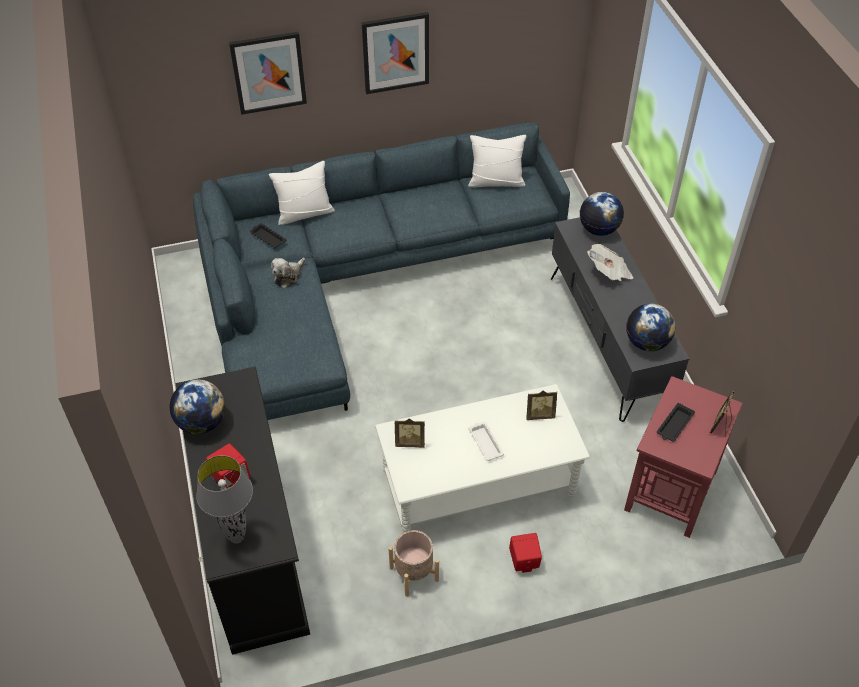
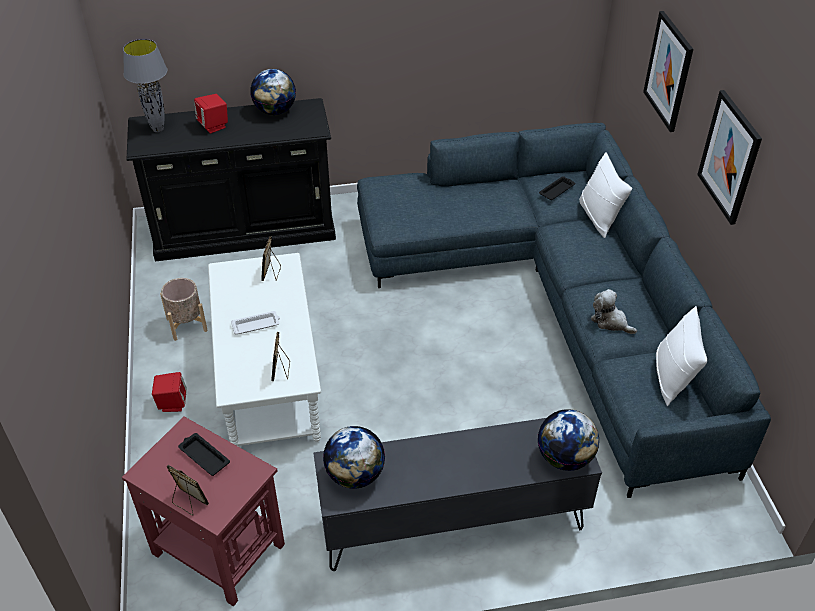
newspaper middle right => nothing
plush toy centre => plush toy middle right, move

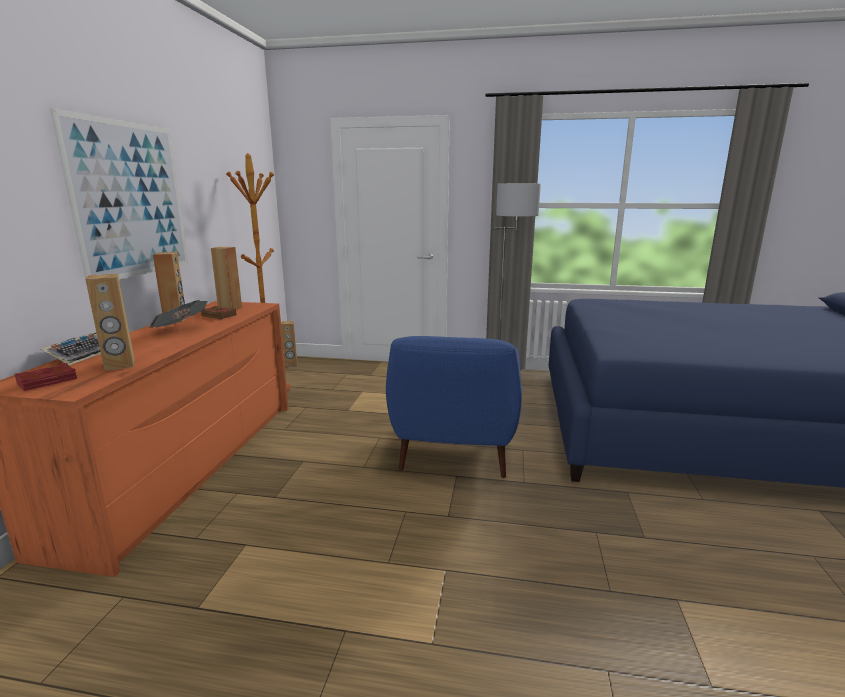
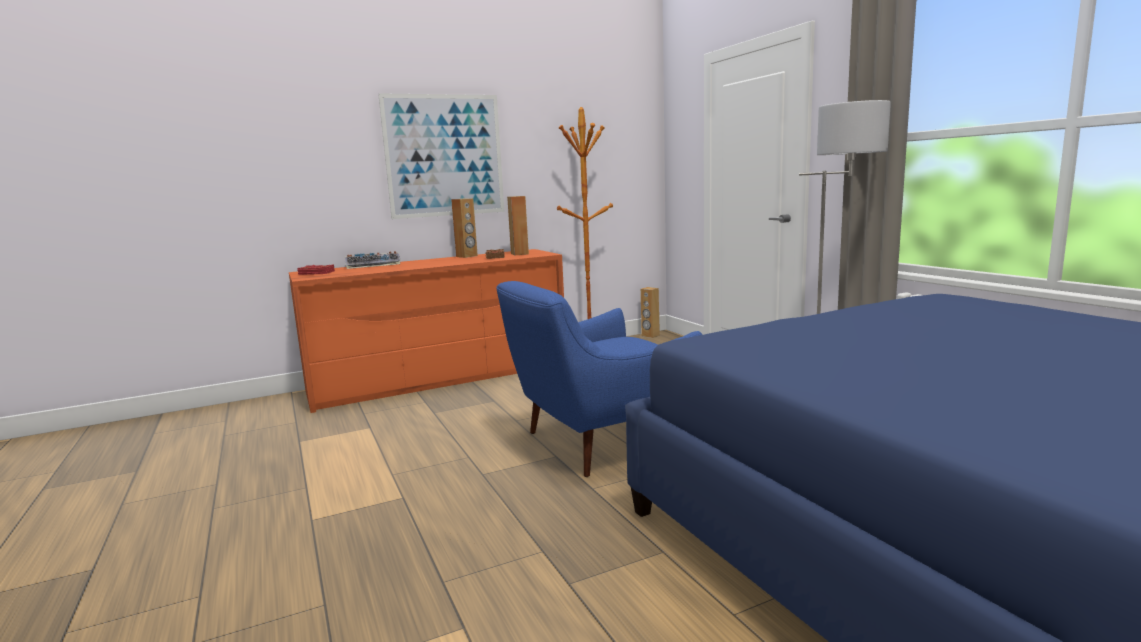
brown speaker (1st from left) middle left => nothing
newspaper middle left => nothing

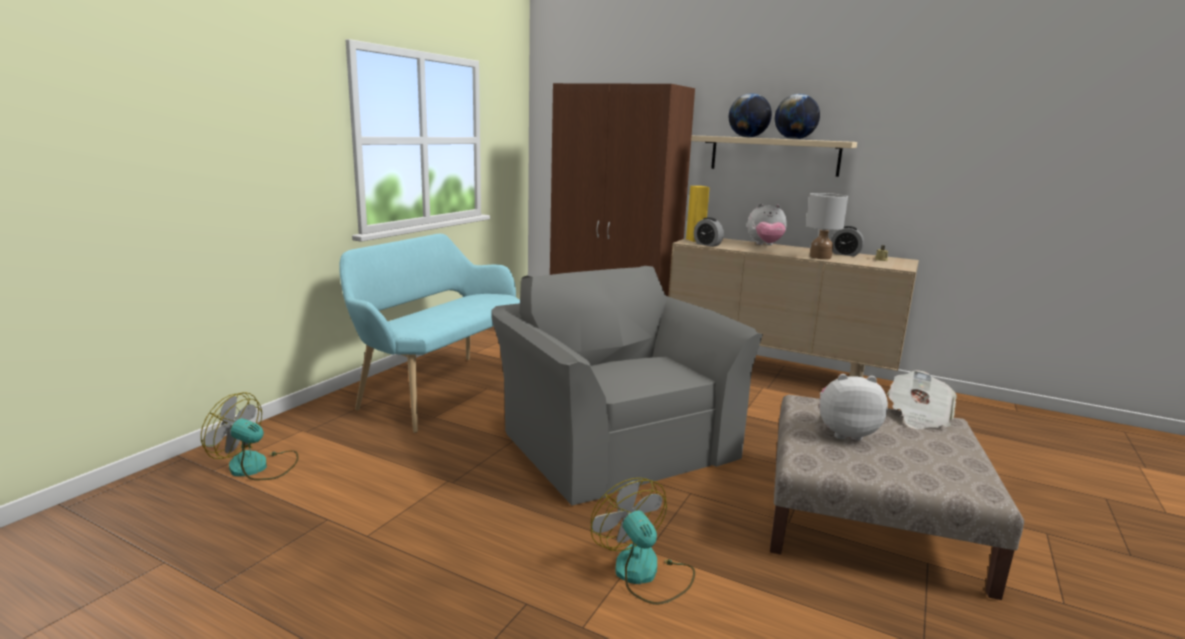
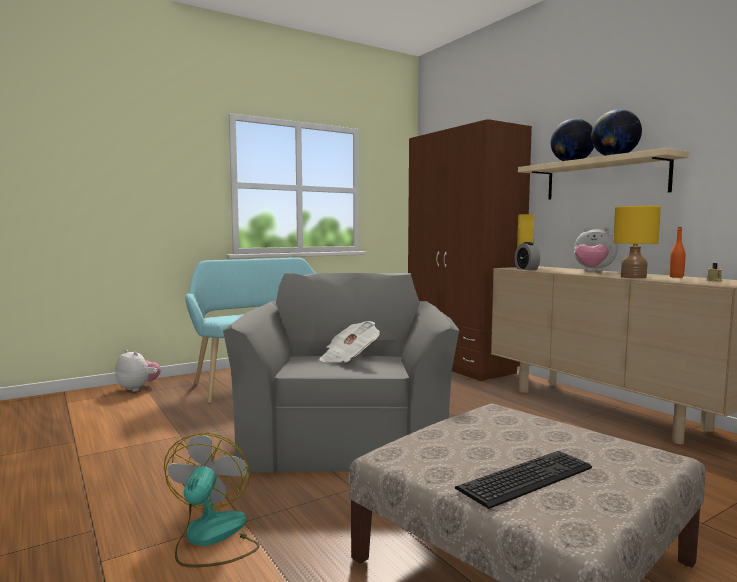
fan (1st from left) bottom left => nothing
nothing => keyboard bottom right
plush toy (2nd from left in the first image) middle right => plush toy (1st from left) middle left, move
newspaper middle right => newspaper centre, move
alarm clock (2nd from left) middle right => orange bottle middle right
grey table lamp middle right => yellow table lamp middle right

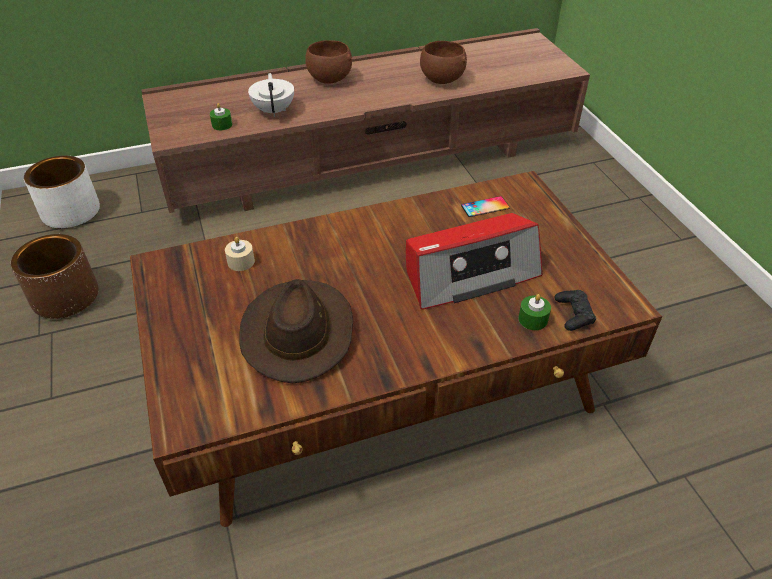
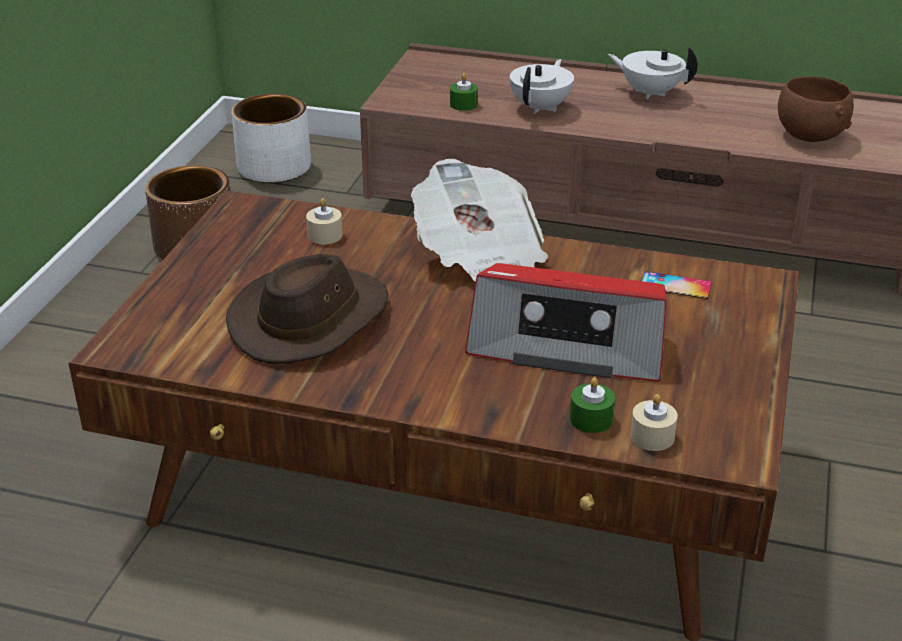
nothing => newspaper centre
brown bowl (1st from left) top centre => white teapot (2nd from left) top right
black game controller middle right => beige candle (2nd from left) middle right

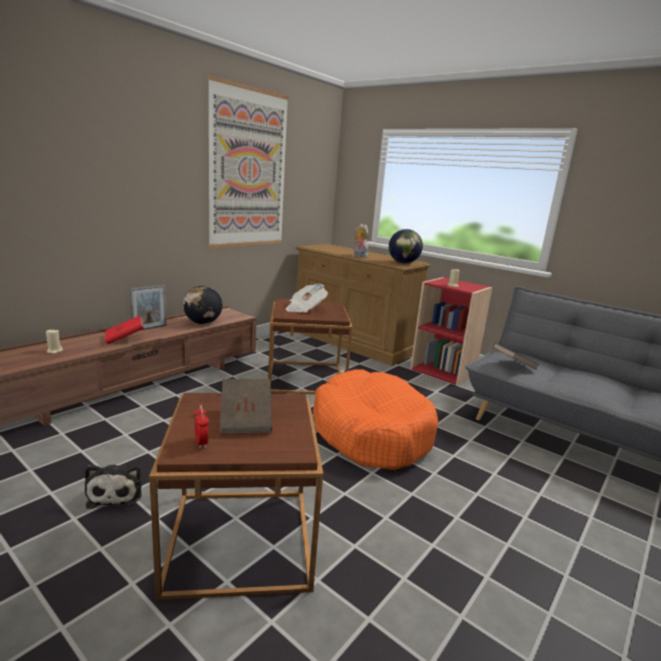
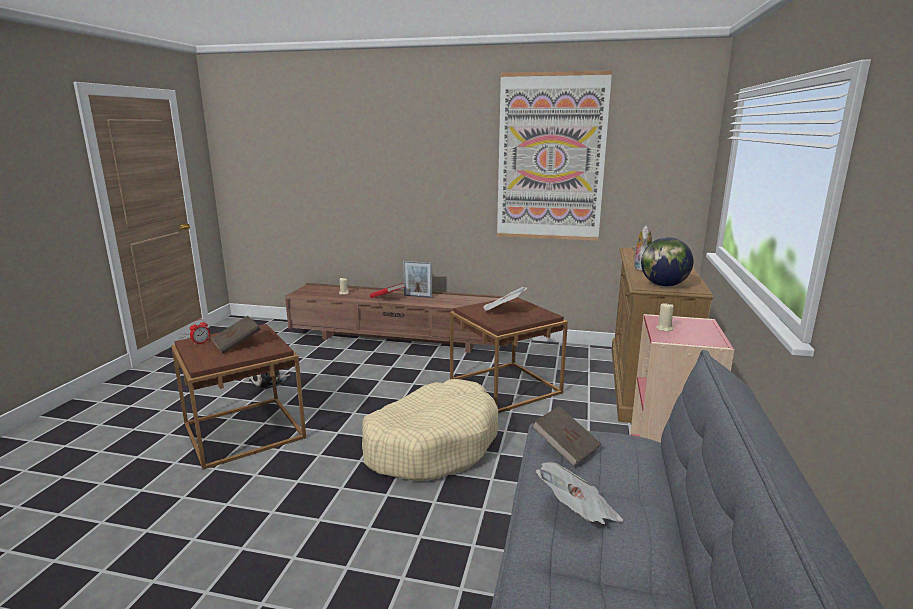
globe (1st from left) middle left => nothing
nothing => newspaper (2nd from left) bottom centre
orange dog bed centre => beige dog bed bottom centre

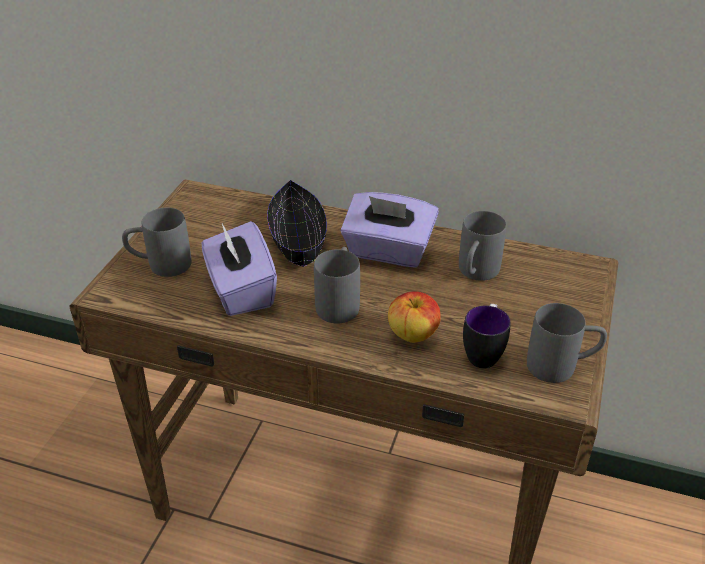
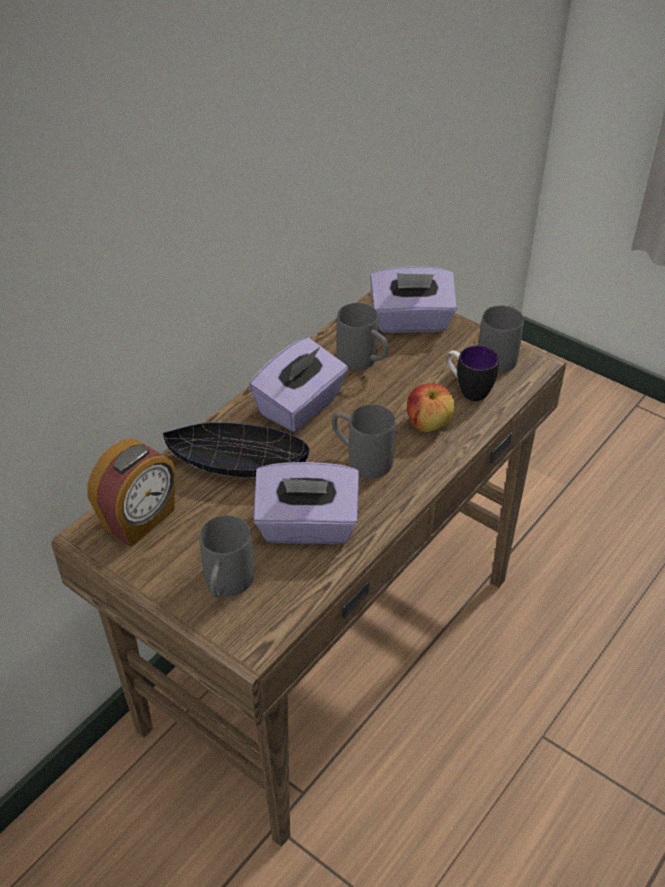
nothing => alarm clock middle left
nothing => purple tissue box (3rd from left) centre

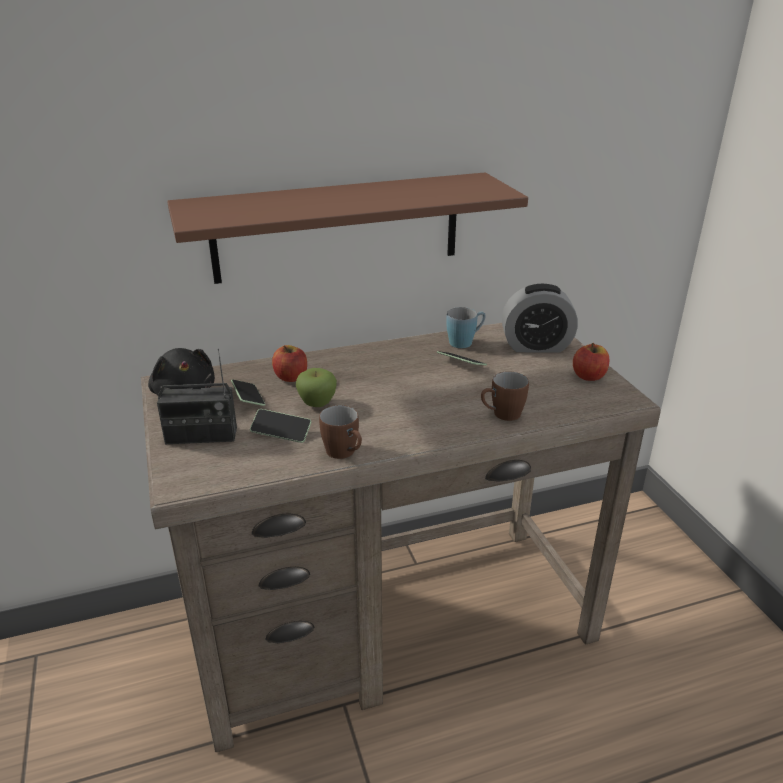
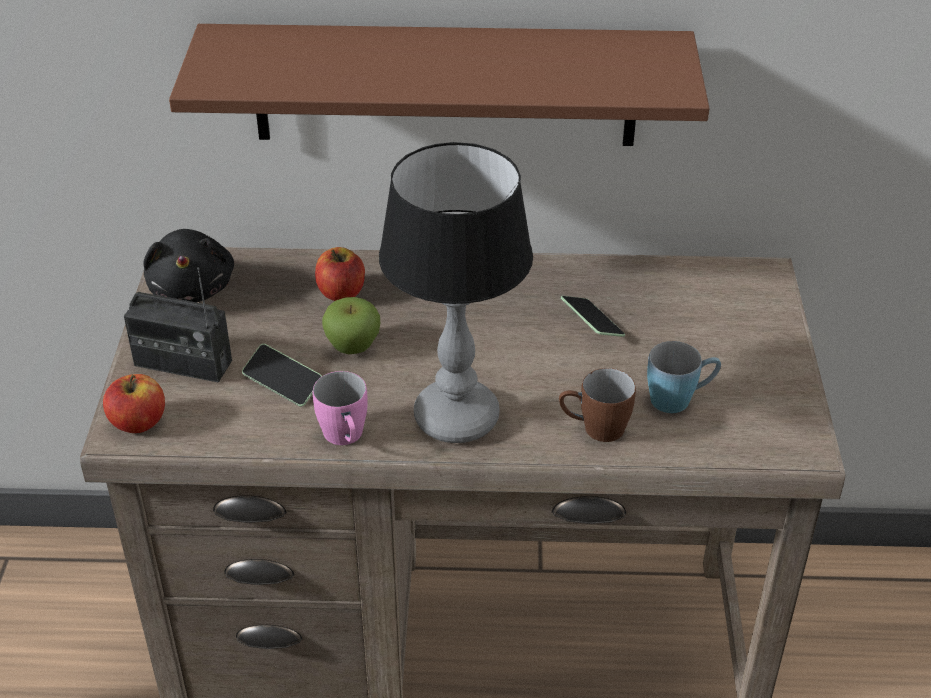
phone (1st from left) middle left => nothing
alarm clock middle right => nothing
nothing => table lamp centre
blue mug centre => blue mug middle right, move
apple (3rd from left in the first image) middle right => apple (1st from left) middle left, move
brown mug (1st from left) centre => pink mug centre

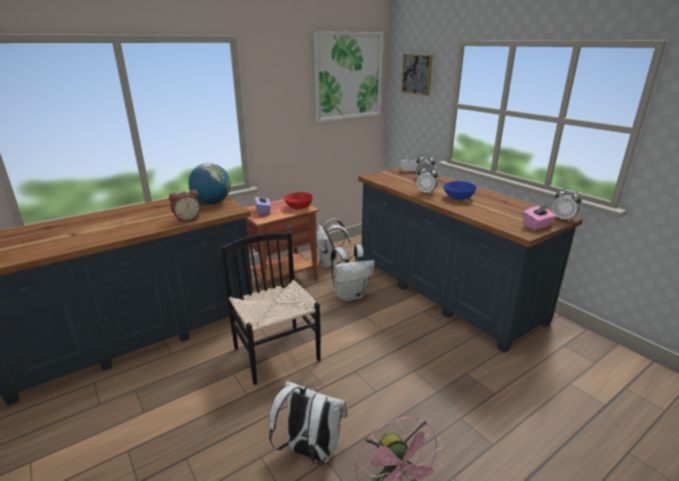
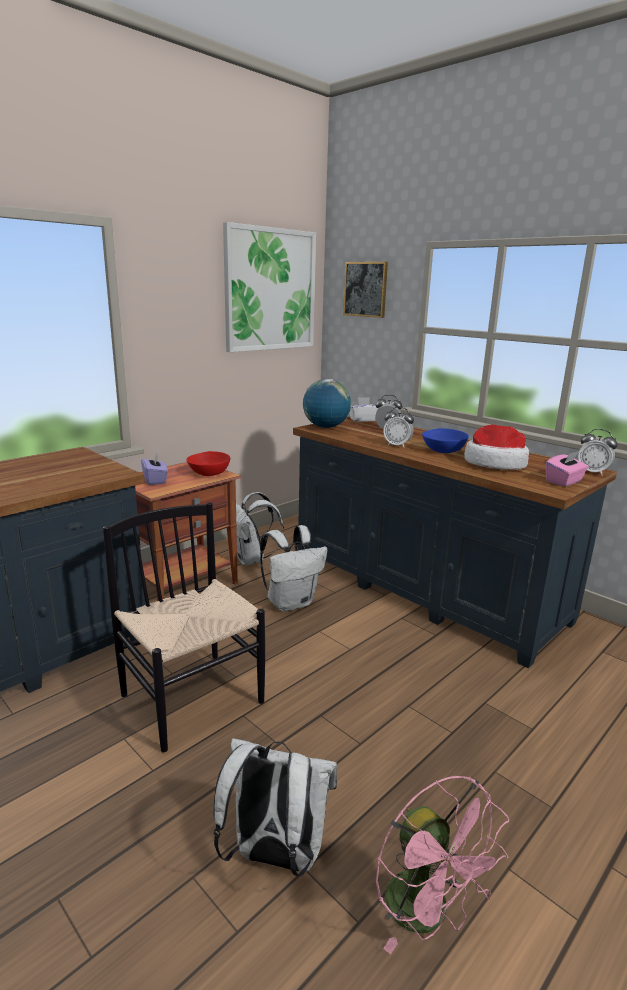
alarm clock (1st from left) middle left => nothing
nothing => hat middle right
globe middle left => globe centre, move

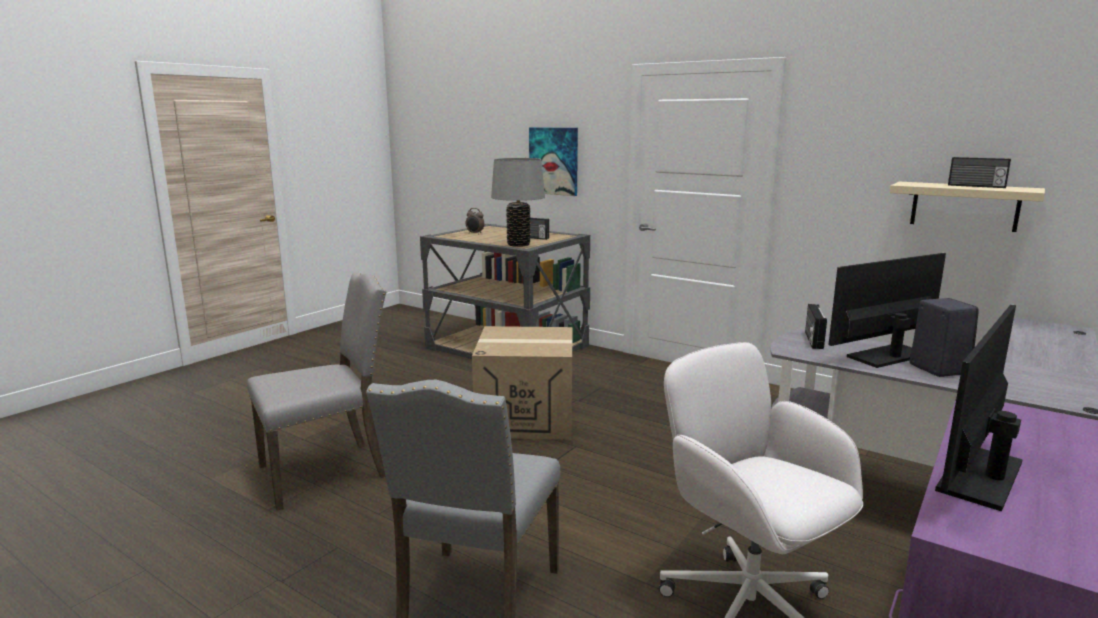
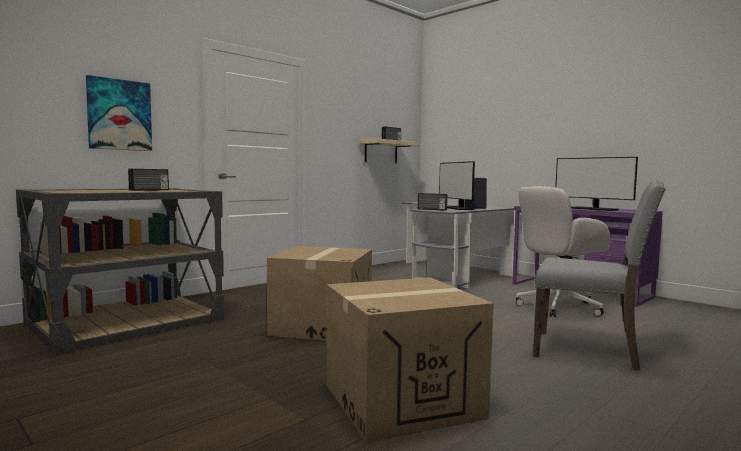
alarm clock centre => nothing
grey table lamp top centre => nothing
grey chair (1st from left) middle left => cardboard box (2nd from left) bottom centre

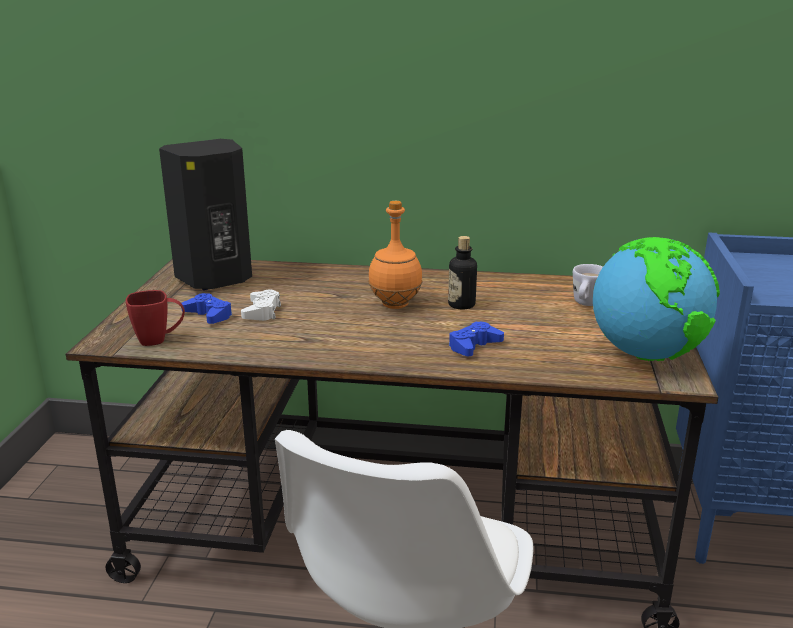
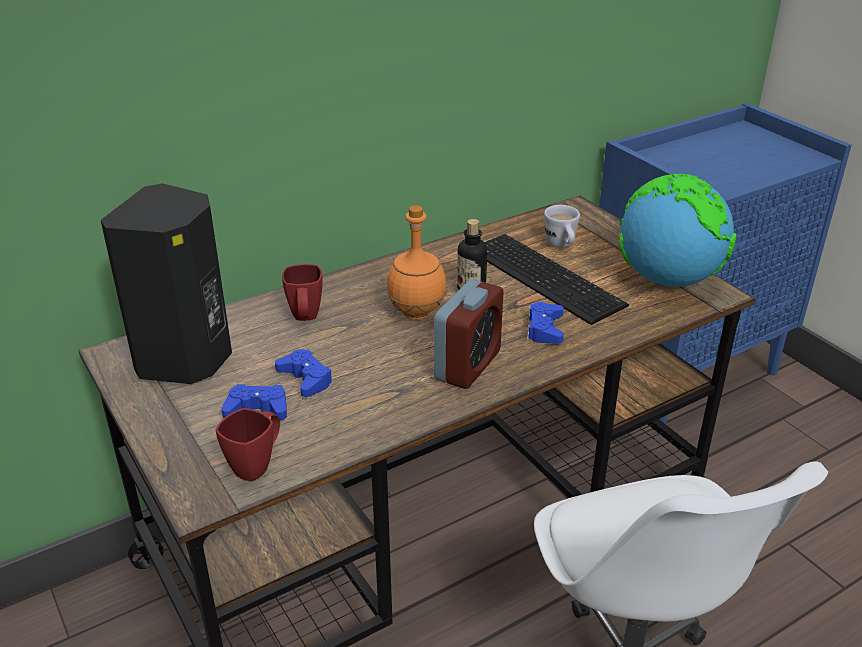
nothing => red mug (2nd from left) centre
nothing => alarm clock centre
nothing => keyboard centre
white game controller middle left => blue game controller (2nd from left) centre

